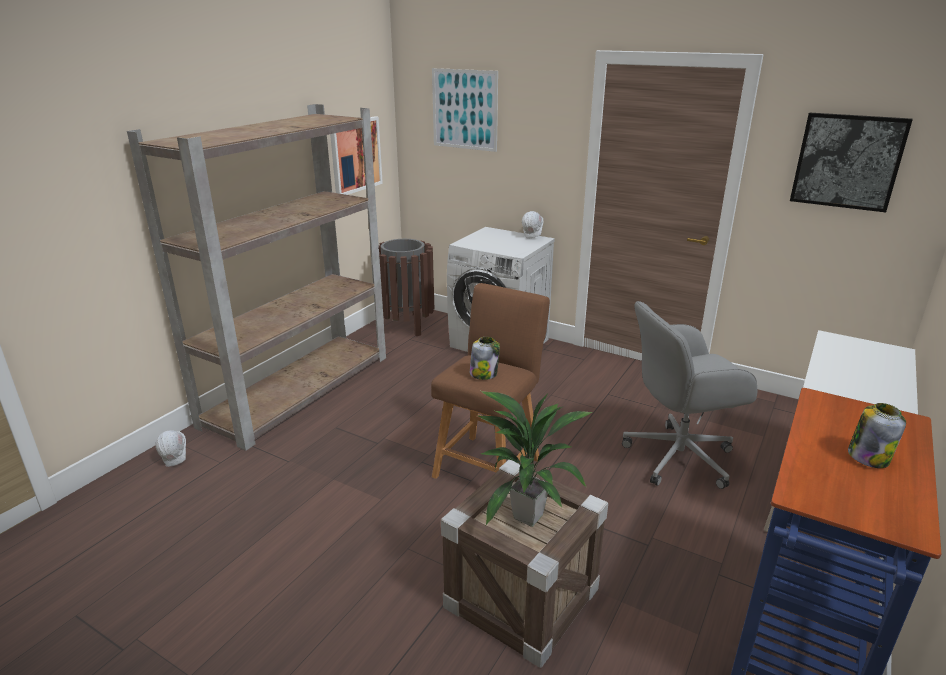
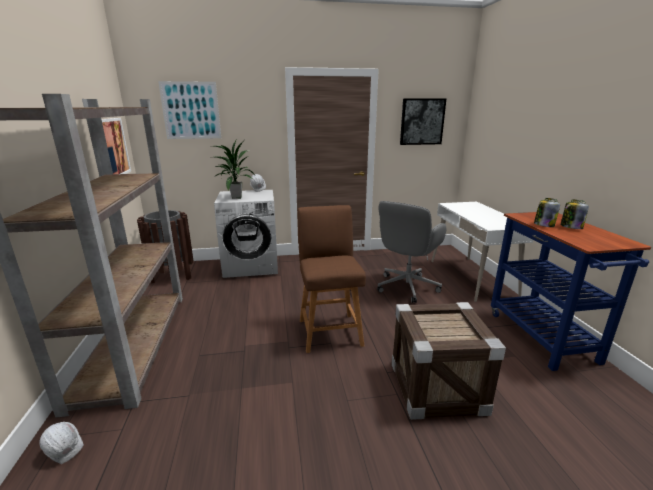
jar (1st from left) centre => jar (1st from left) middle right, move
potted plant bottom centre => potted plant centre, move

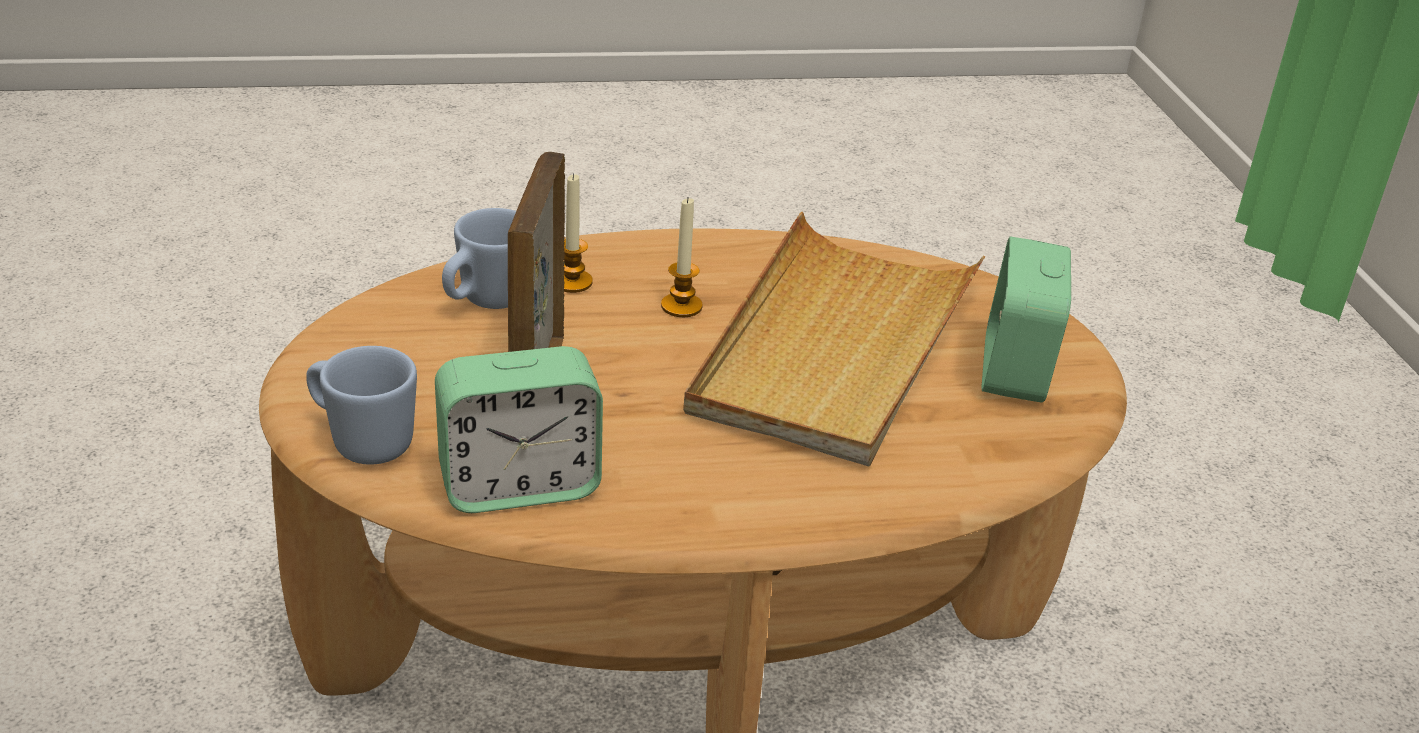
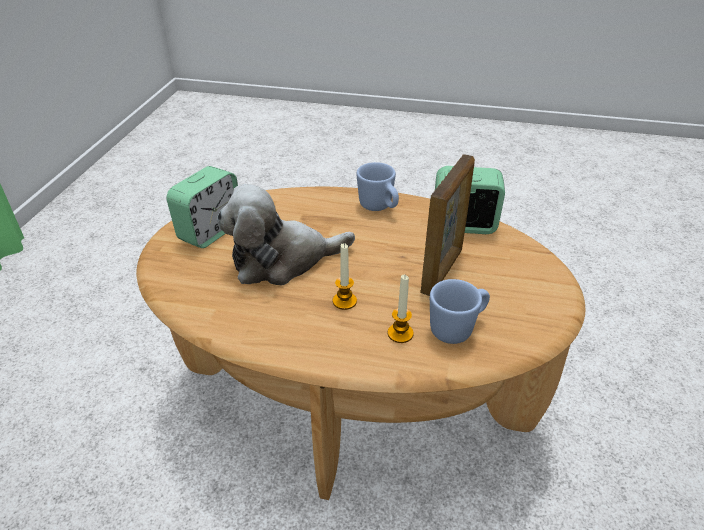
blue mug (1st from left) middle left => blue mug (1st from left) centre, move
beige tray centre => plush toy centre

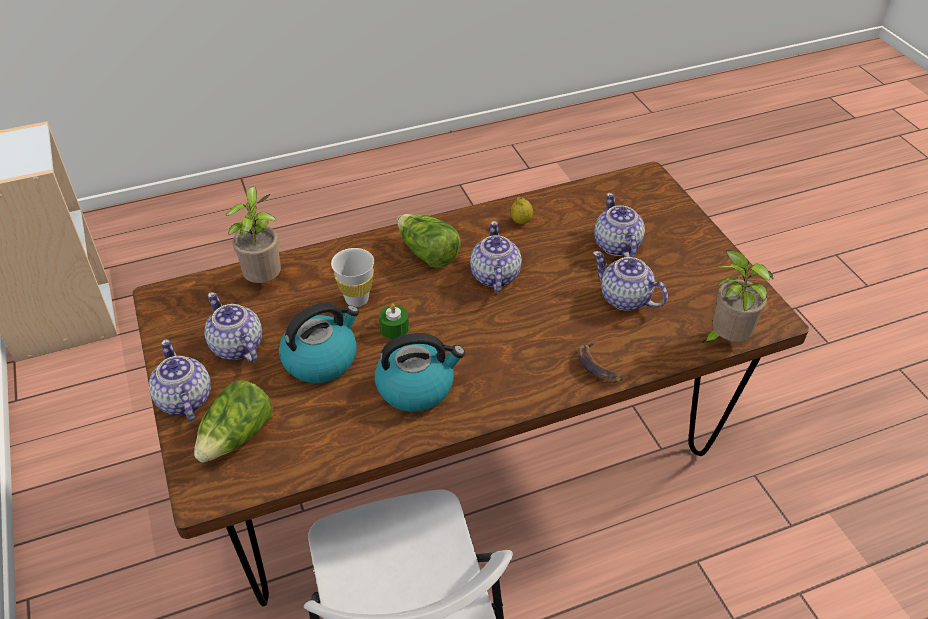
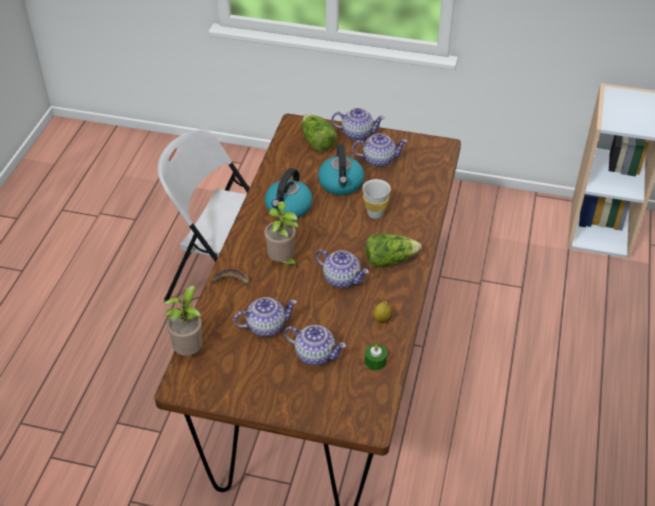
potted plant (1st from left in the first image) middle left => potted plant (2nd from left) centre, move
green candle centre => green candle bottom centre, move

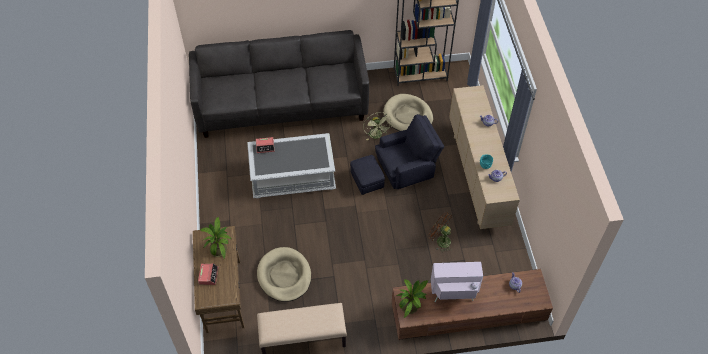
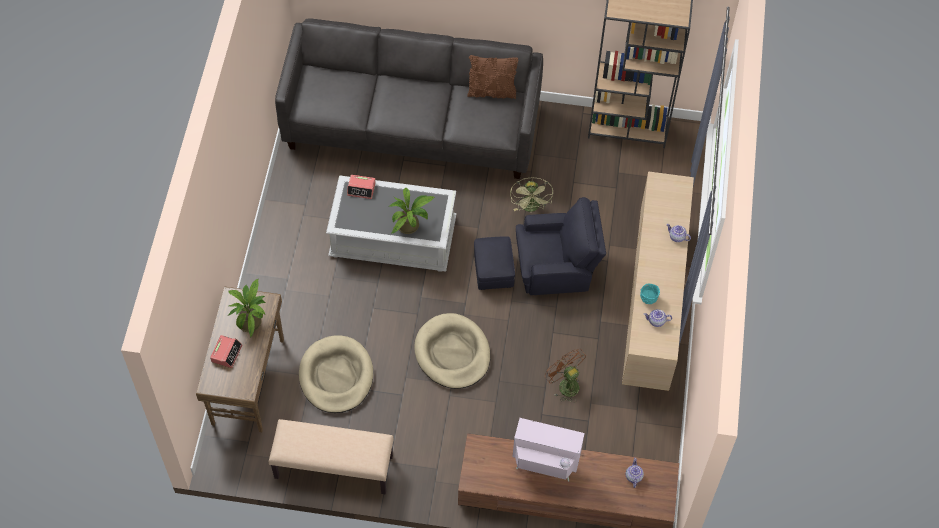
nothing => brown pillow top centre
beige dog bed (2nd from left) top centre => beige dog bed (2nd from left) centre, move
potted plant (2nd from left) bottom centre => potted plant (2nd from left) centre, move

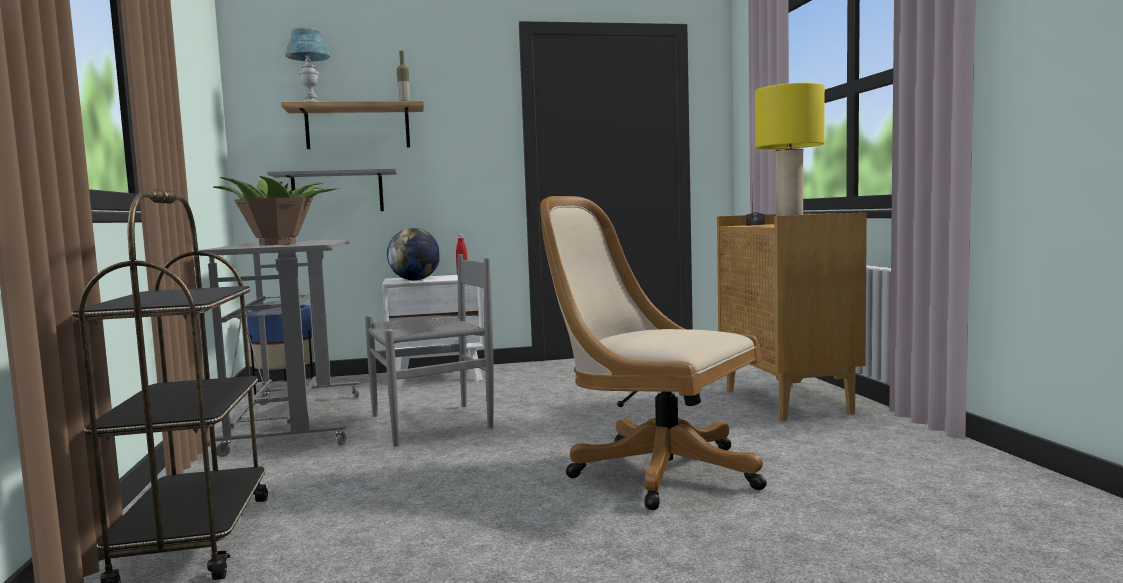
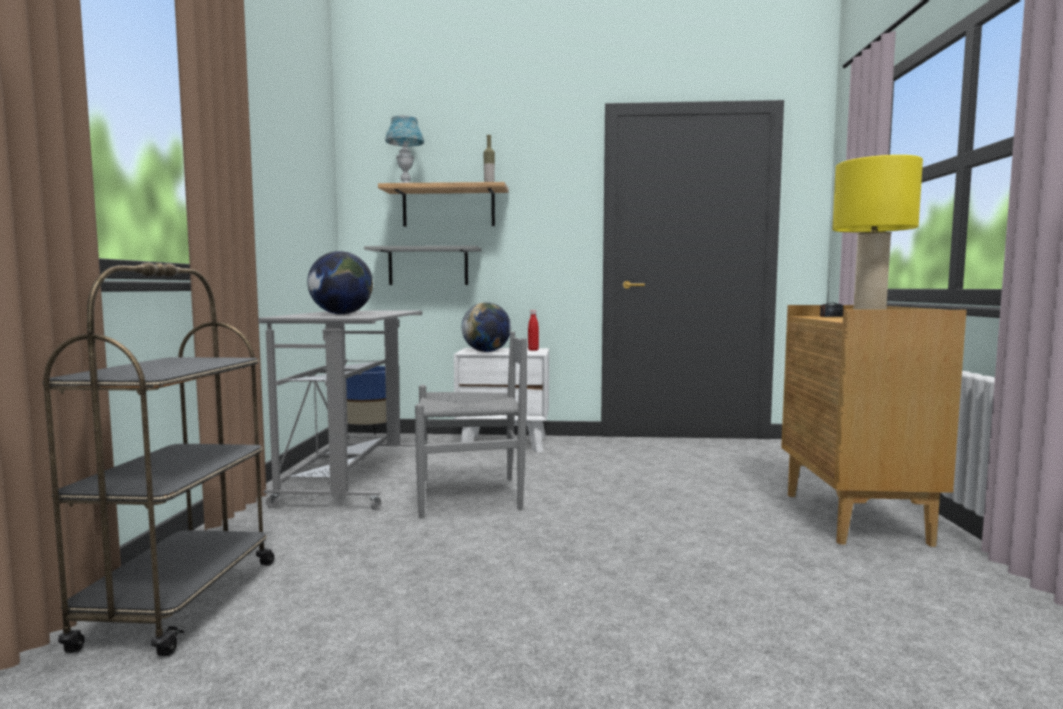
office chair centre => nothing
potted plant middle left => globe (1st from left) middle left

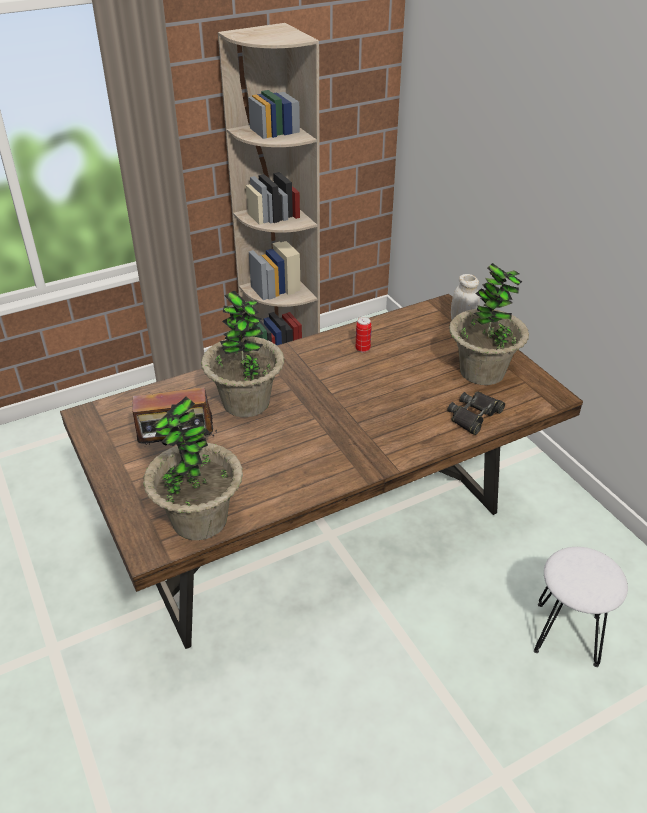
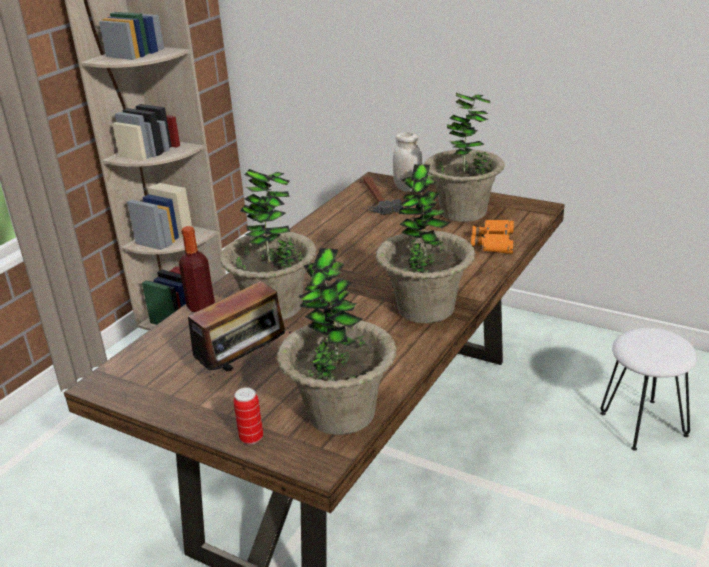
nothing => bottle middle left
nothing => hammer centre
nothing => potted plant (3rd from left) centre
can centre => can bottom centre, move
black binoculars middle right => orange binoculars middle right

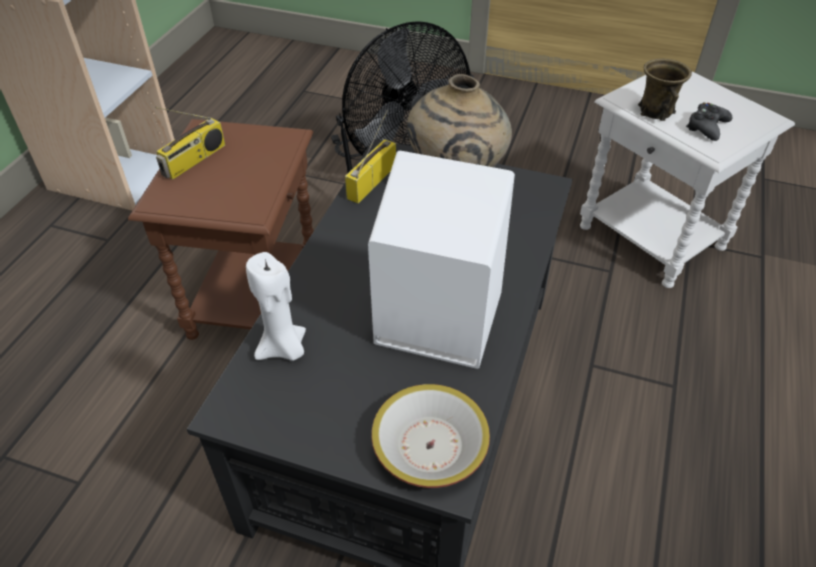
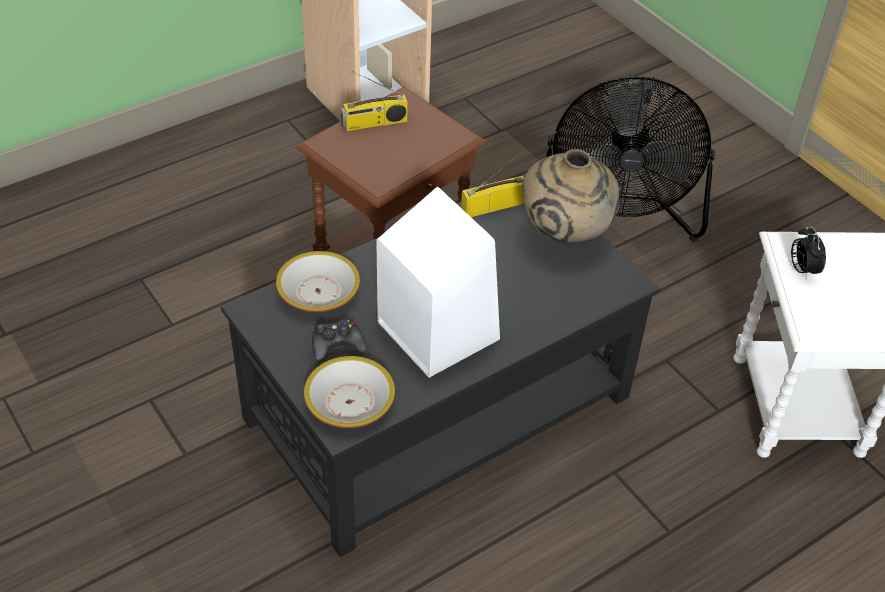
black game controller top right => black game controller centre, move
white candle centre => bowl (1st from left) centre
brown mug top right => alarm clock middle right

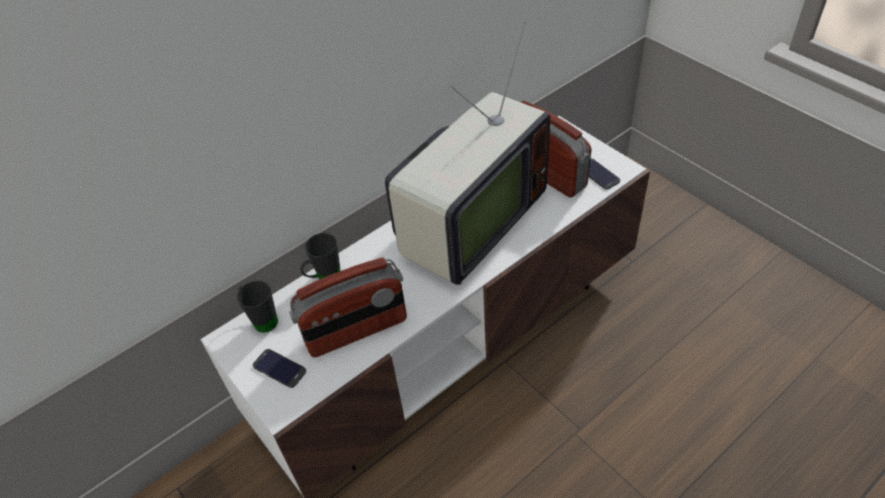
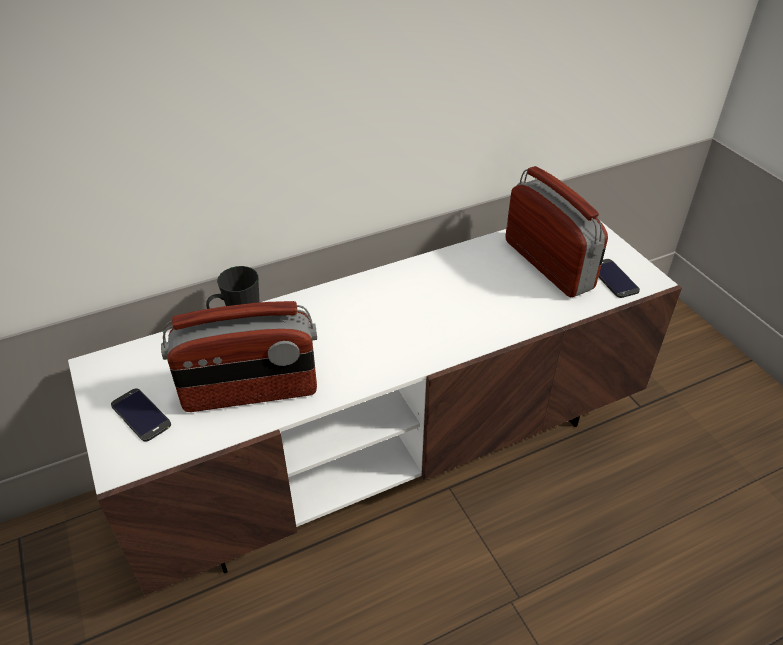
black mug (1st from left) middle left => nothing
television top centre => nothing

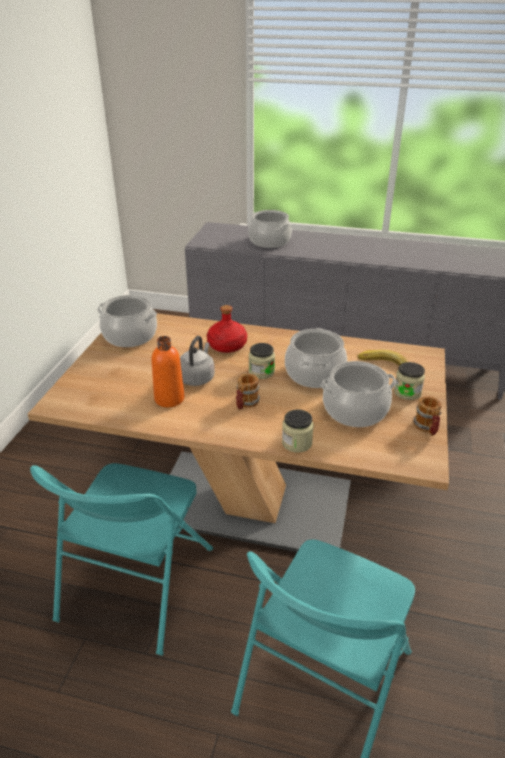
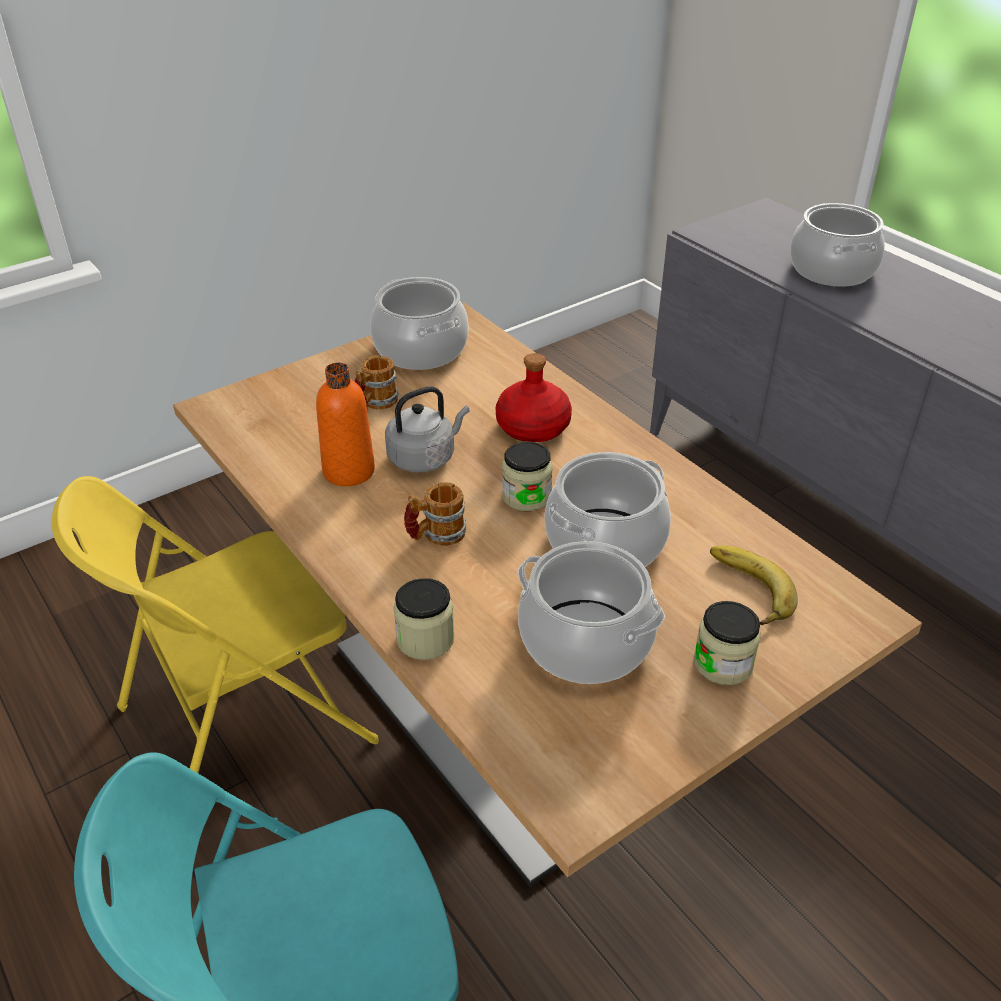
mug (2nd from left in the first image) middle right => mug (1st from left) centre, move
turquoise chair (1st from left) bottom left => yellow chair middle left

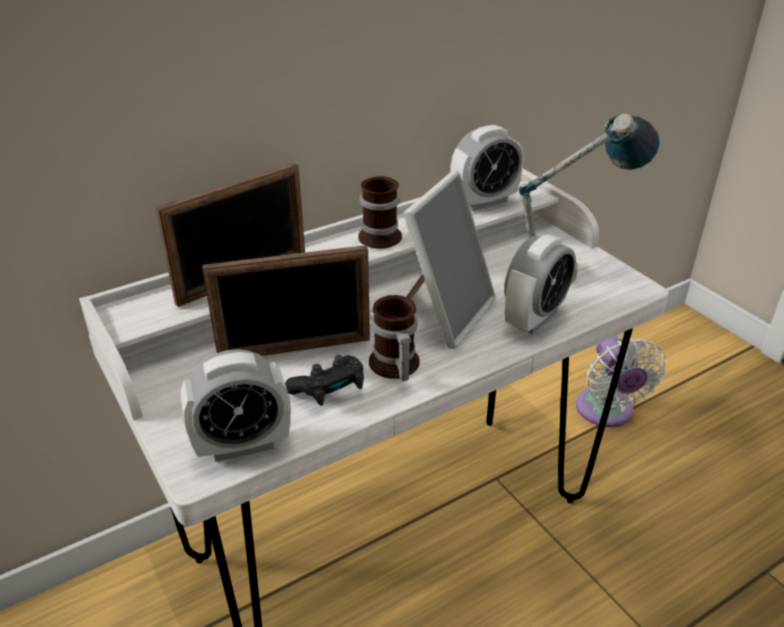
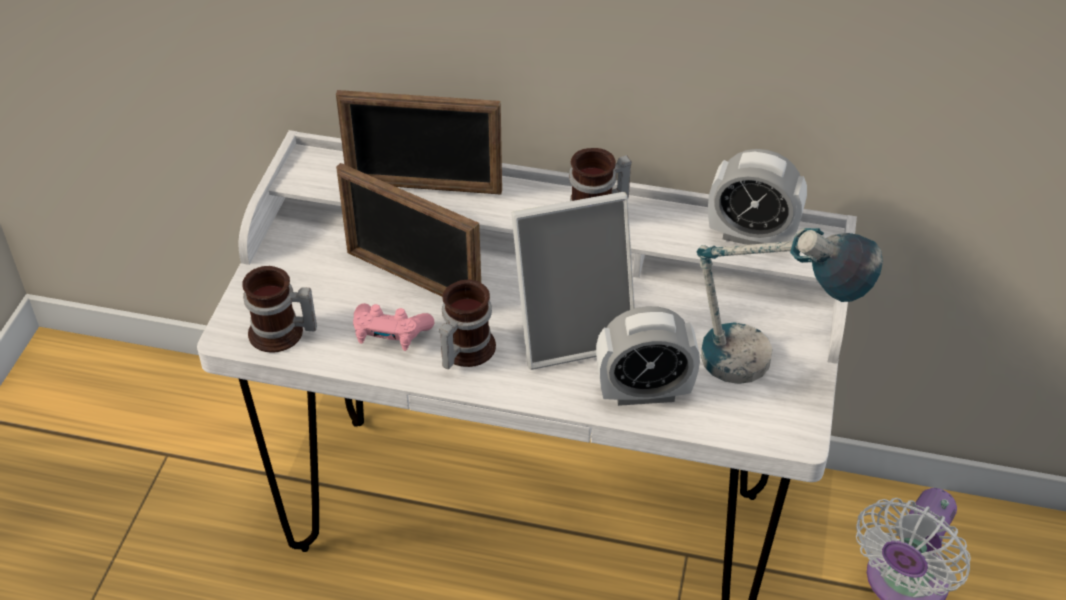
alarm clock (1st from left) middle left => mug (1st from left) middle left
black game controller centre => pink game controller centre

